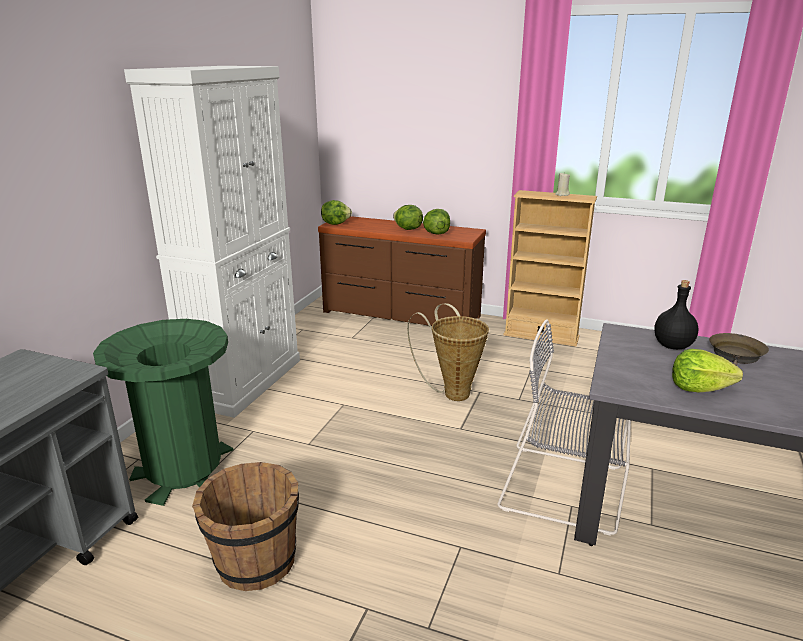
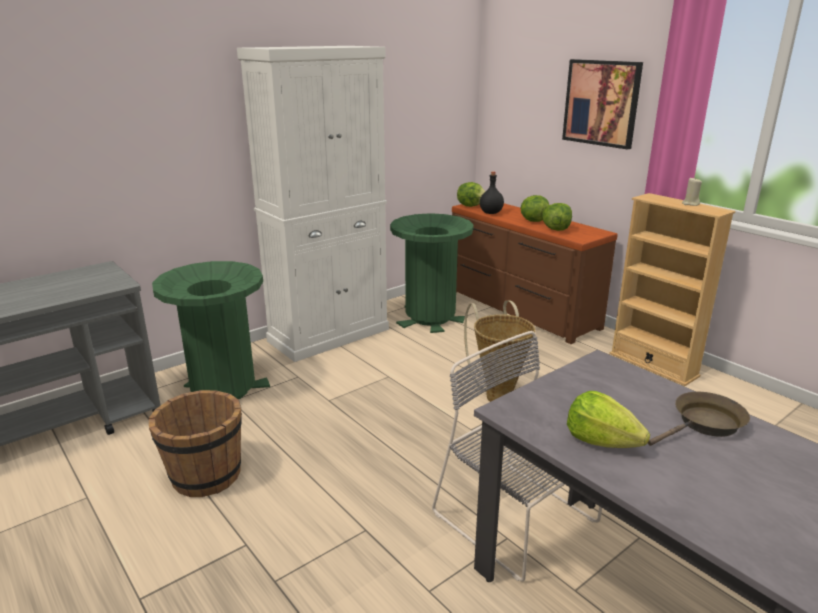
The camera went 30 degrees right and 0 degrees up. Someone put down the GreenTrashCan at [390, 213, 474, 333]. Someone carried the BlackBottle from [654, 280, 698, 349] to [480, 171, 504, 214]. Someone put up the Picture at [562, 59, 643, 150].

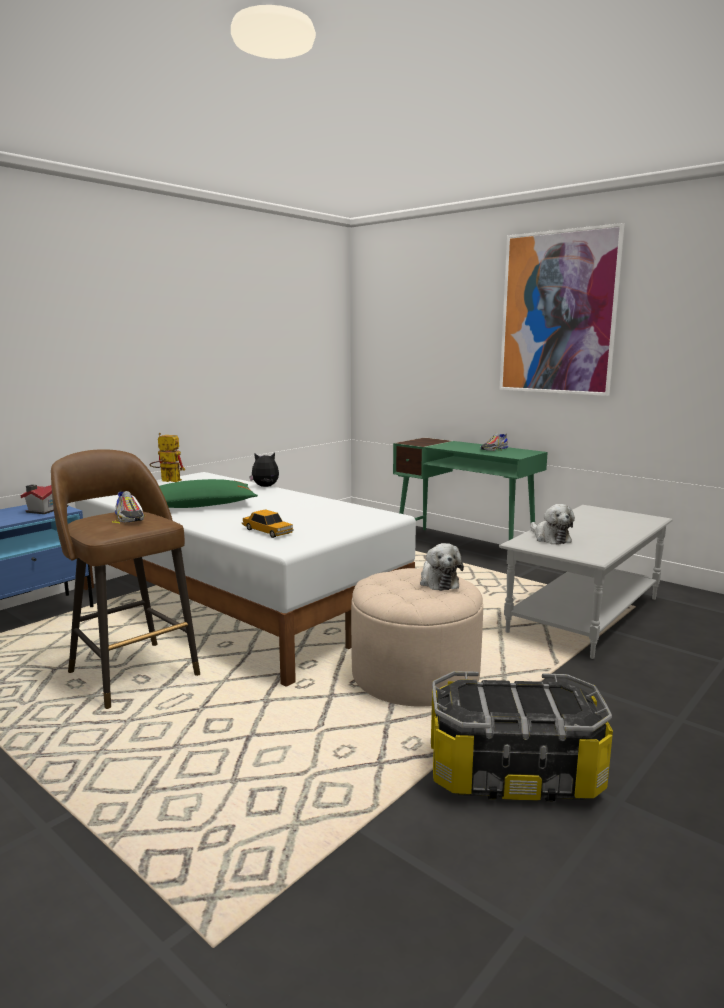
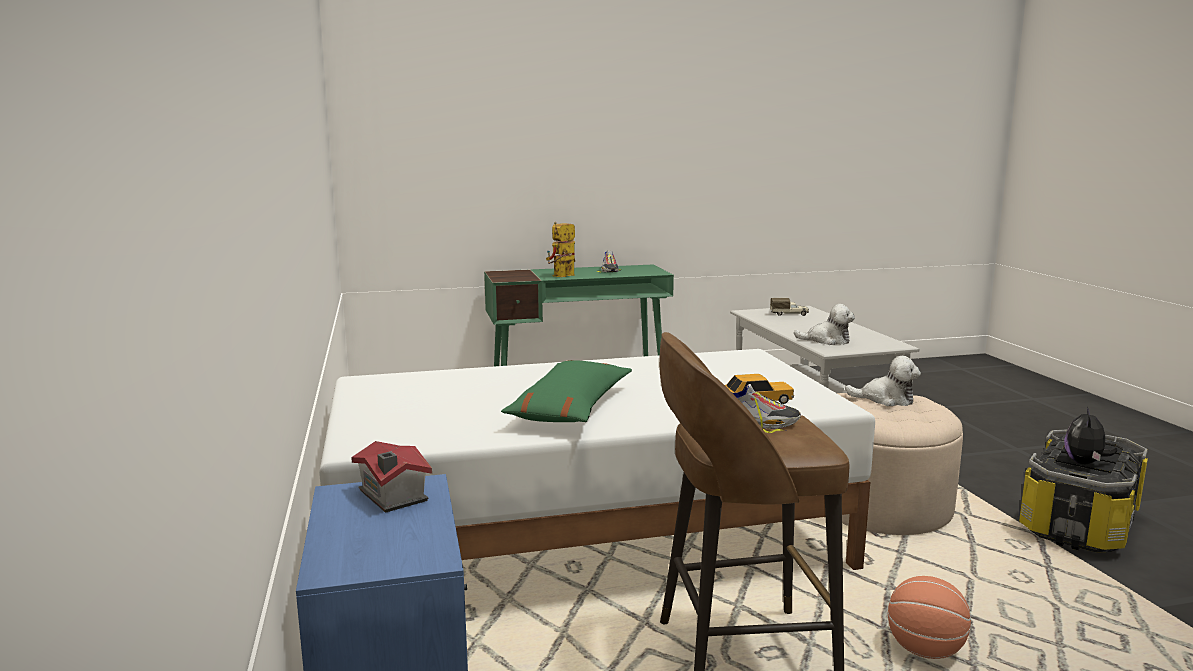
The camera went 55 degrees left and 0 degrees up. Someone carried the ToyRobot from [149, 433, 185, 482] to [546, 222, 575, 277]. Someone put down the ToyTruck at [770, 298, 809, 316]. Someone put down the Basketball at [888, 576, 971, 659]. Someone carried the PlushToy from [249, 453, 279, 487] to [1064, 407, 1117, 464]. Someone took away the Picture at [499, 223, 624, 396].

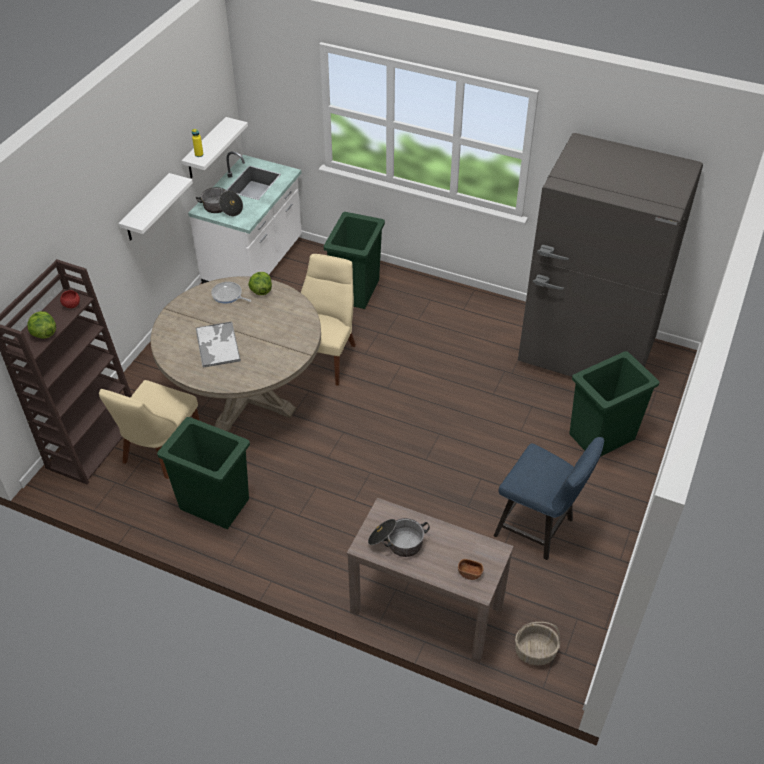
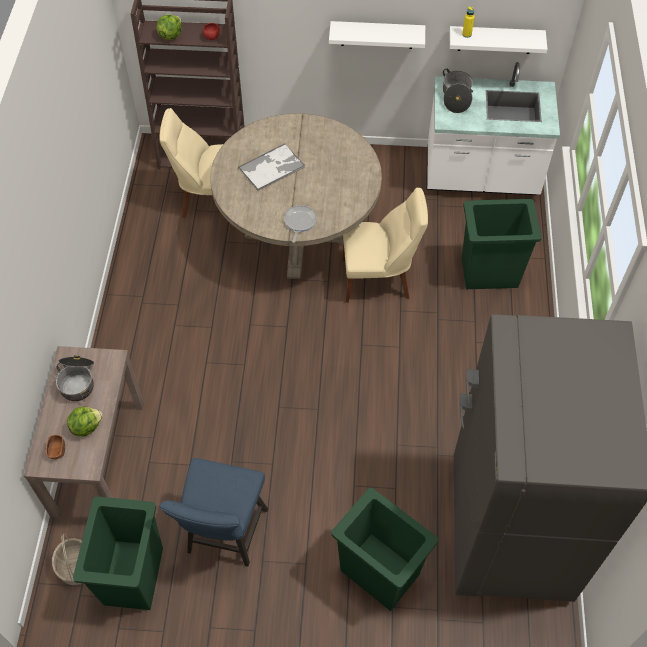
The camera went 70 degrees right and 10 degrees up. Someone carried the Lettuce from [248, 272, 272, 295] to [67, 407, 103, 437]. Someone carried the GreenTrashCan from [157, 417, 250, 529] to [73, 496, 163, 610]. Someone carried the FryingPan from [211, 282, 252, 304] to [284, 205, 317, 243].

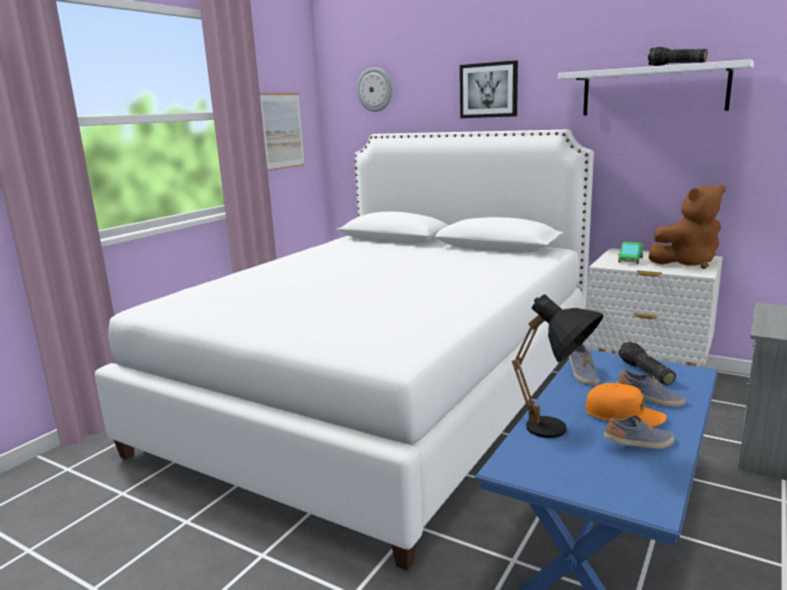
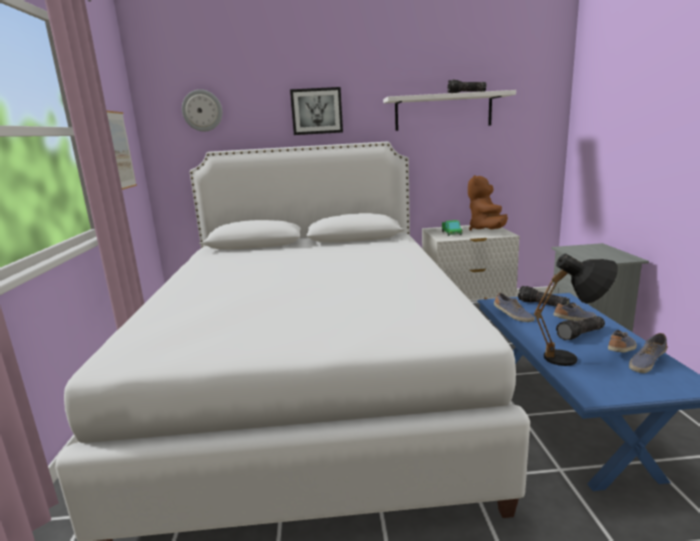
The camera went 35 degrees left and 0 degrees up. Someone rotated the BrownPlushToy at [649, 185, 725, 269] by 150 degrees clockwise. Someone swapped the OrangeCap at [586, 383, 667, 427] for the Flashlight at [556, 316, 605, 340]. Someone put down the Shoe at [629, 333, 667, 373].

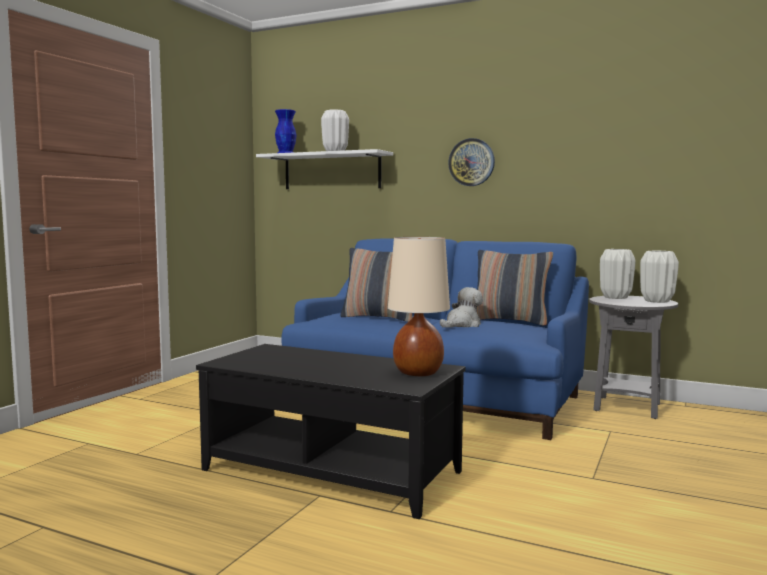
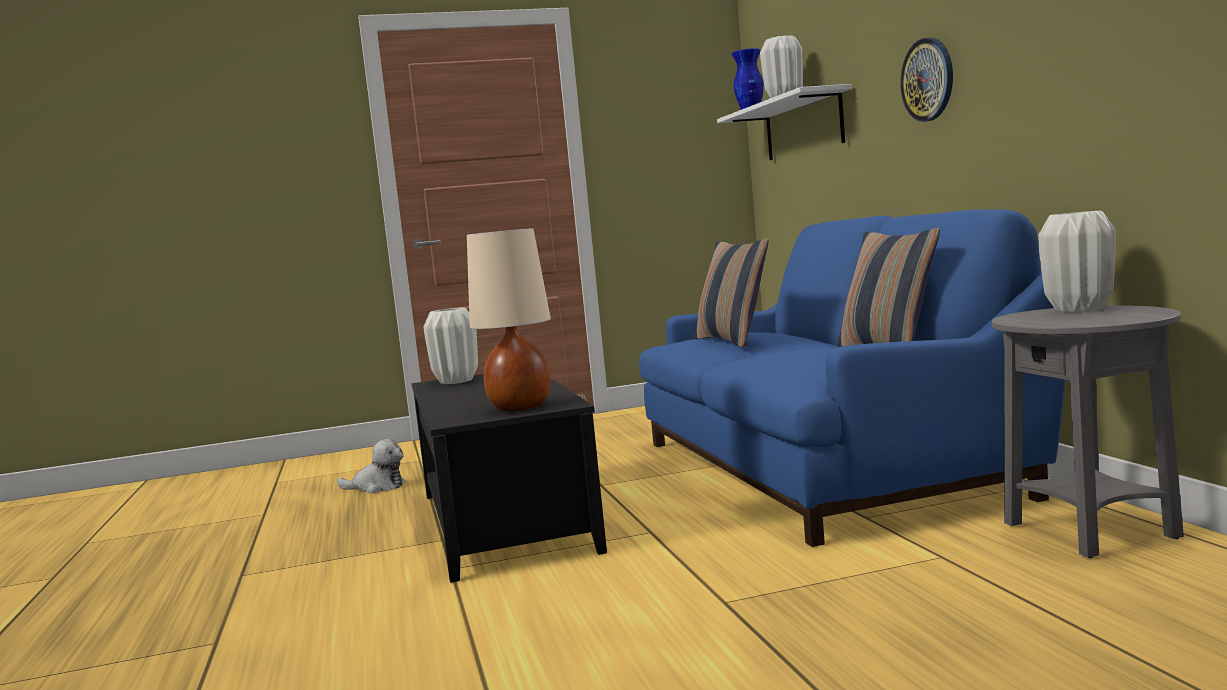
The camera went 50 degrees right and 0 degrees up. Someone carried the PlushToy from [440, 287, 483, 328] to [337, 439, 406, 493]. Someone carried the WhiteVase from [640, 251, 679, 303] to [424, 308, 478, 384].

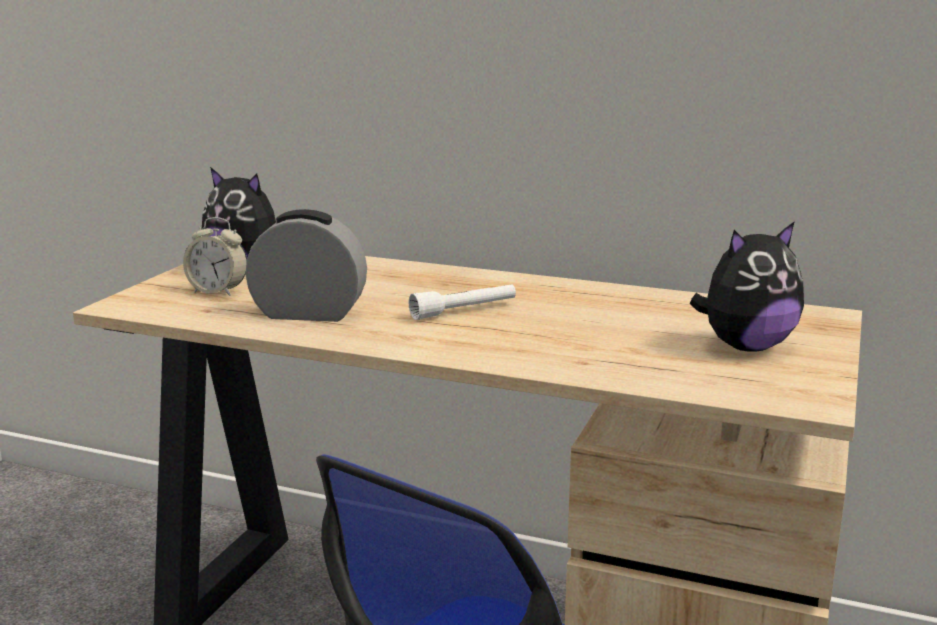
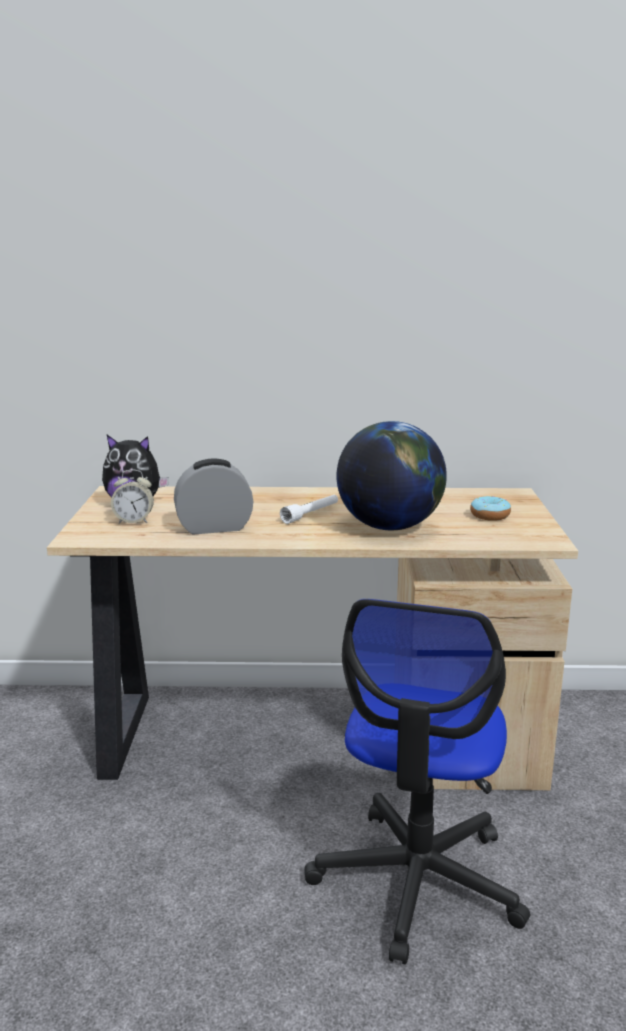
The camera went 20 degrees left and 0 degrees up. Someone put down the Globe at [336, 421, 447, 531]. Someone swapped the PlushToy at [690, 221, 804, 352] for the Donut at [470, 496, 511, 521].

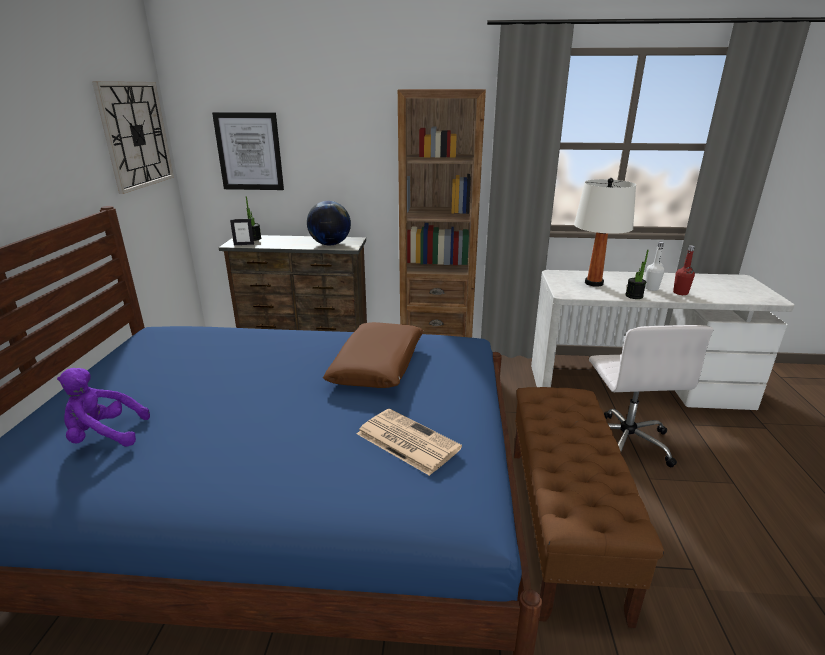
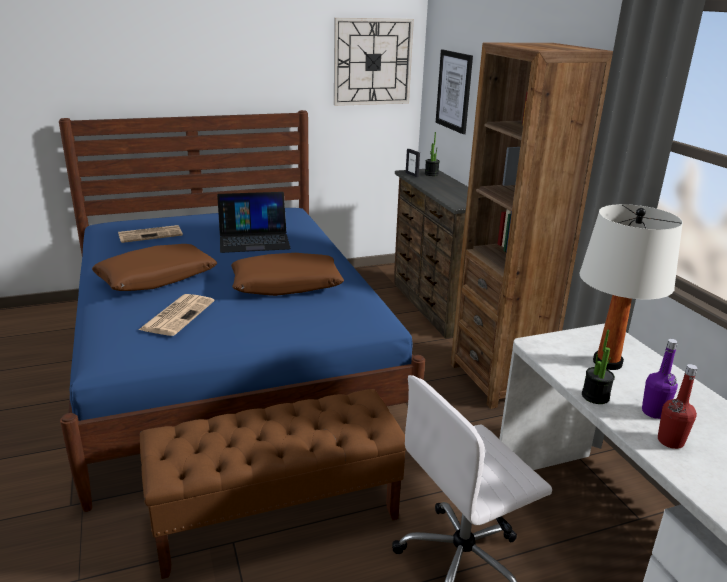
The camera went 65 degrees right and 0 degrees up. Someone put down the BrownPillow at [92, 244, 217, 291]. Someone swapped the PurplePlushToy at [57, 368, 150, 447] for the Newspaper at [118, 225, 183, 243]. Someone put down the Laptop at [217, 192, 291, 253]. Someone repainted the WhiteBottle at [645, 242, 665, 291], which became the PurpleBottle at [642, 339, 678, 419]. Someone took away the Globe at [307, 201, 351, 245].

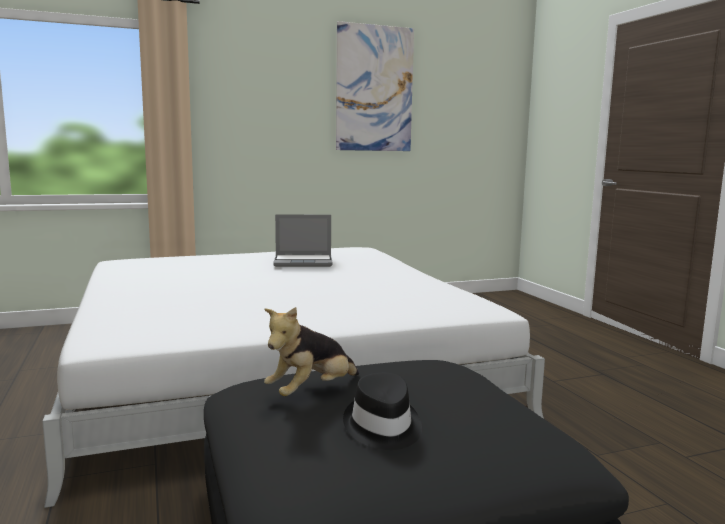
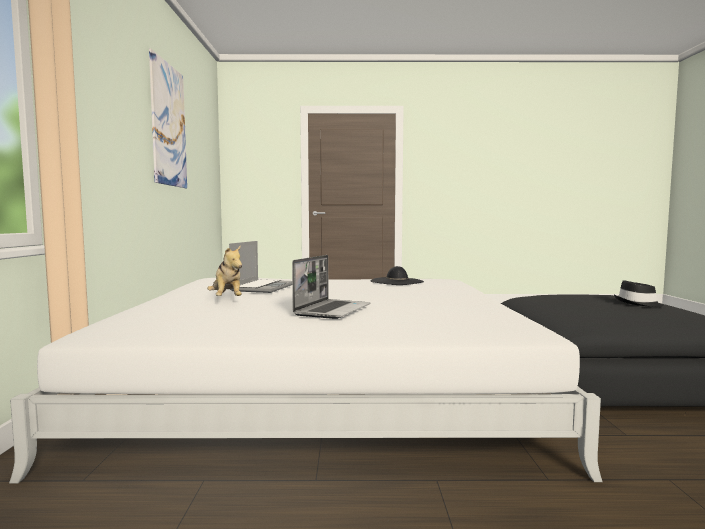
The camera went 70 degrees left and 5 degrees down. Someone carried the PlushToy from [264, 307, 359, 396] to [207, 245, 242, 296]. Someone put down the Laptop at [292, 255, 371, 319]. Someone put down the BlackHat at [371, 266, 424, 285].

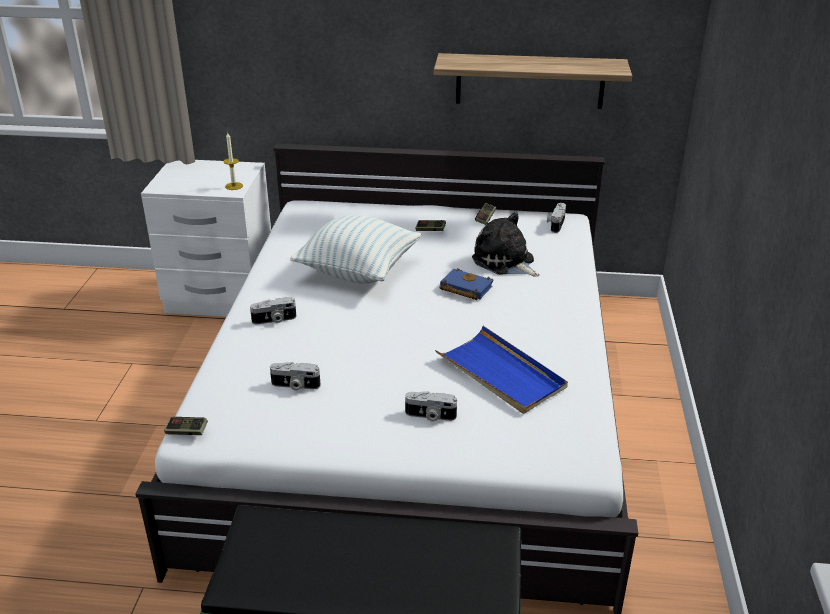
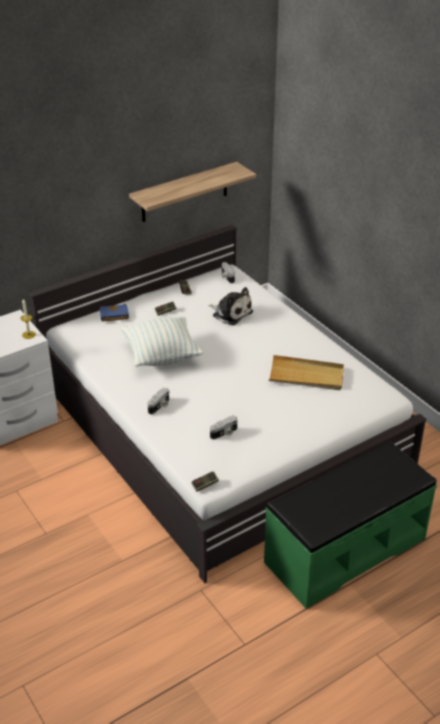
The camera went 40 degrees left and 5 degrees up. Someone carried the BlueBook from [439, 268, 493, 300] to [100, 304, 129, 322]. Someone rotated the PlushToy at [472, 212, 540, 277] by 150 degrees counterclockwise. Someone repainted the BlueTray at [435, 326, 568, 414], which became the BeigeTray at [269, 355, 344, 390]. Someone took away the PhotoCamera at [405, 391, 457, 422].

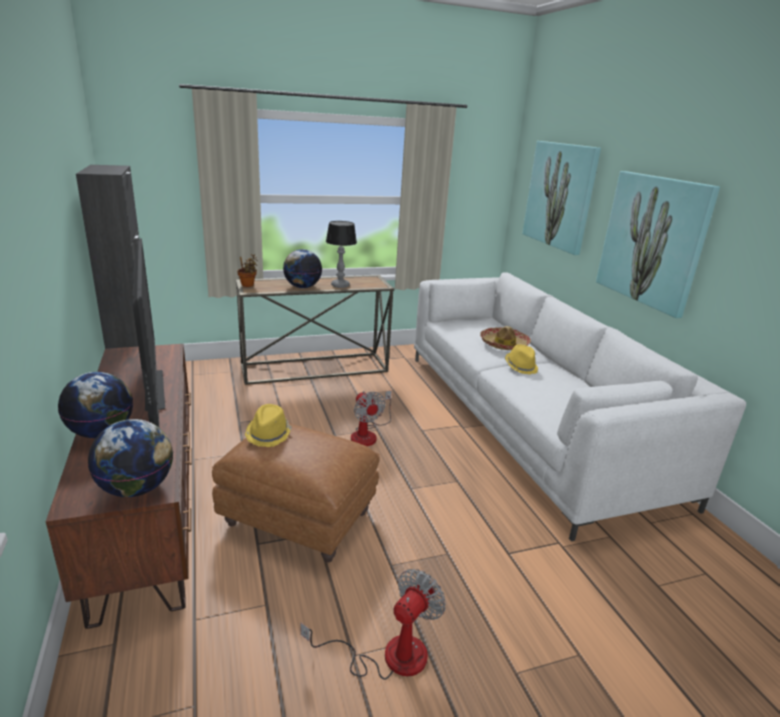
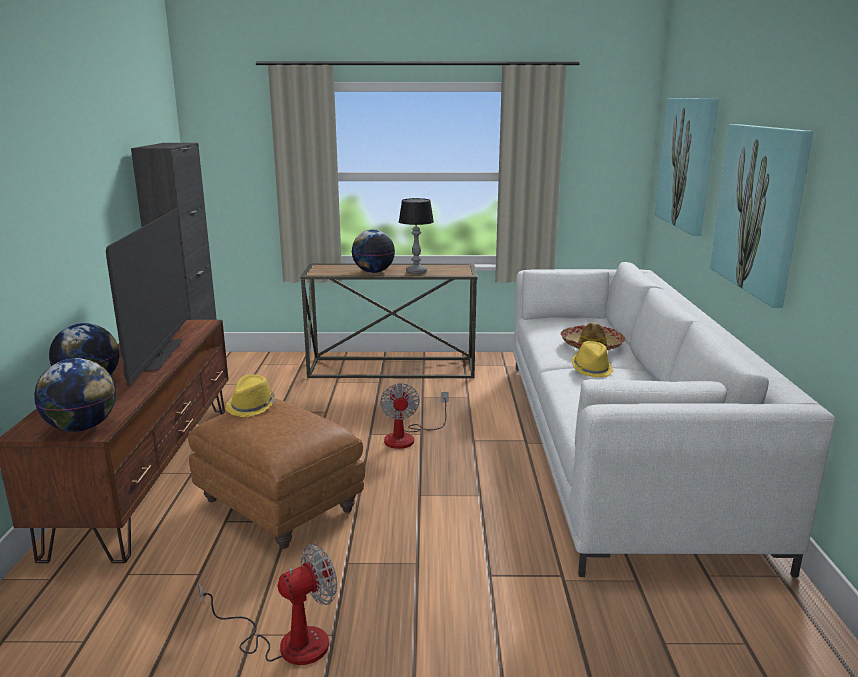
The camera went 20 degrees right and 5 degrees down. Someone took away the PottedPlant at [237, 254, 258, 287].

